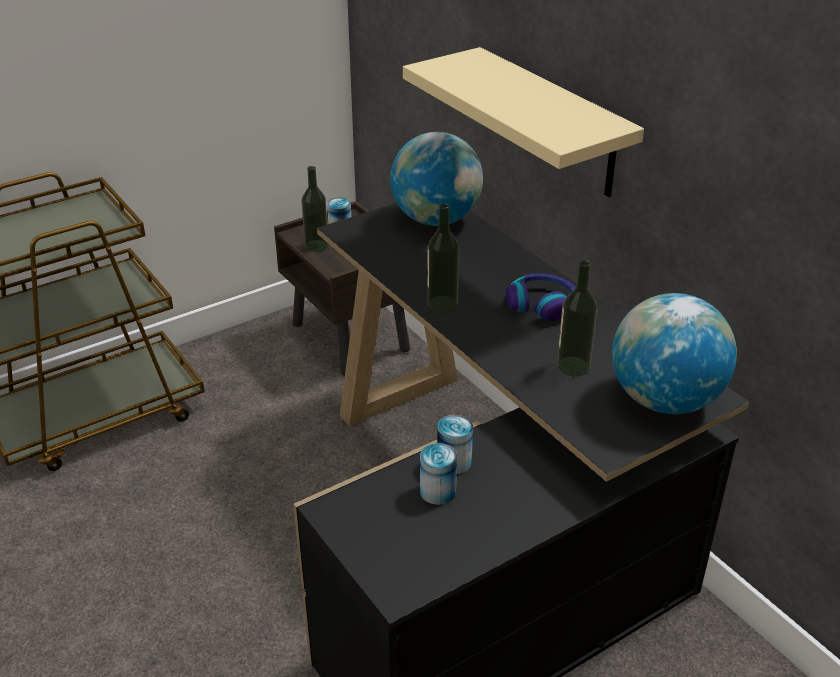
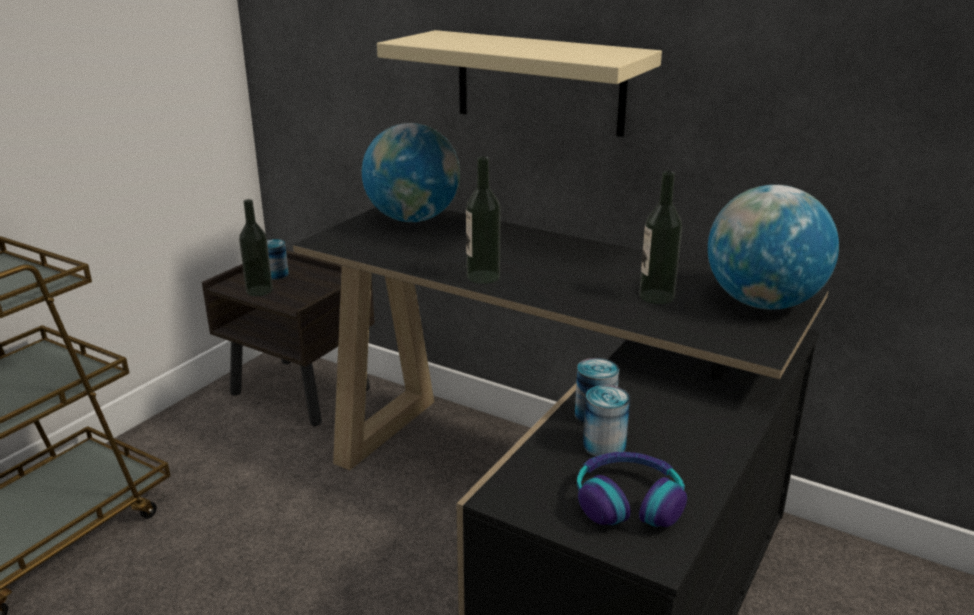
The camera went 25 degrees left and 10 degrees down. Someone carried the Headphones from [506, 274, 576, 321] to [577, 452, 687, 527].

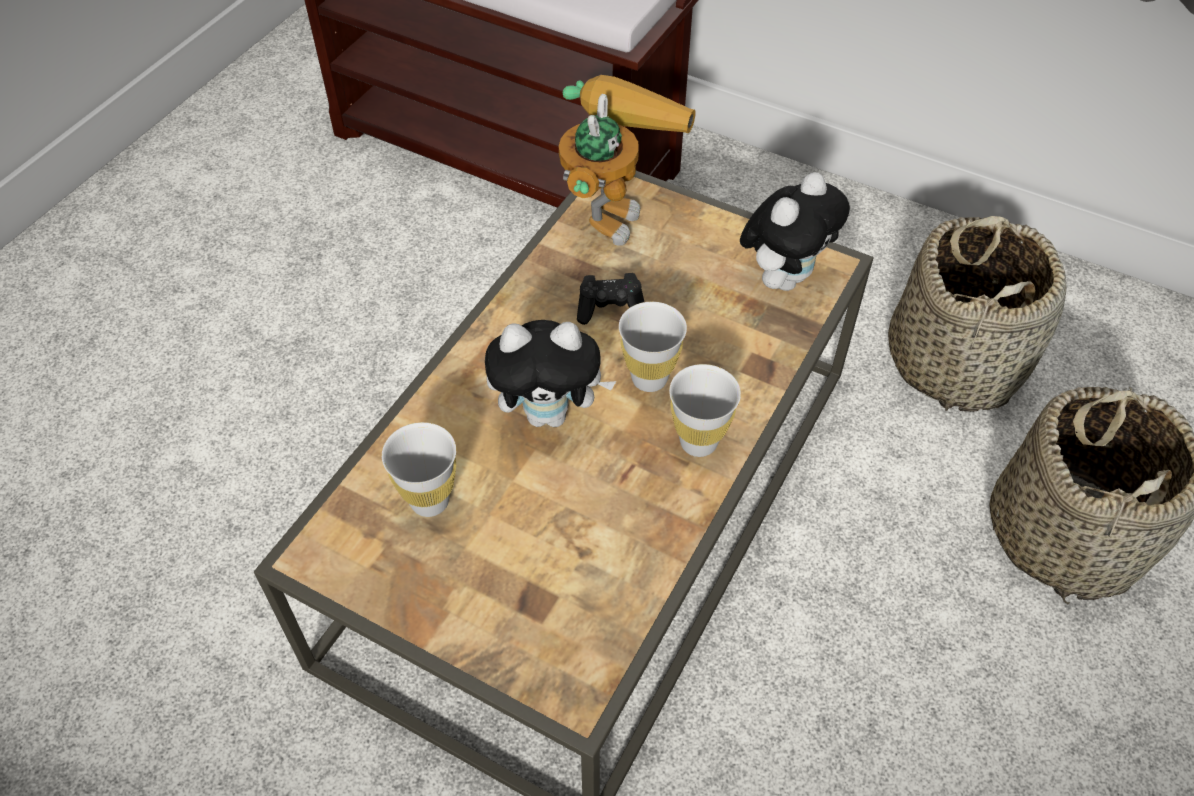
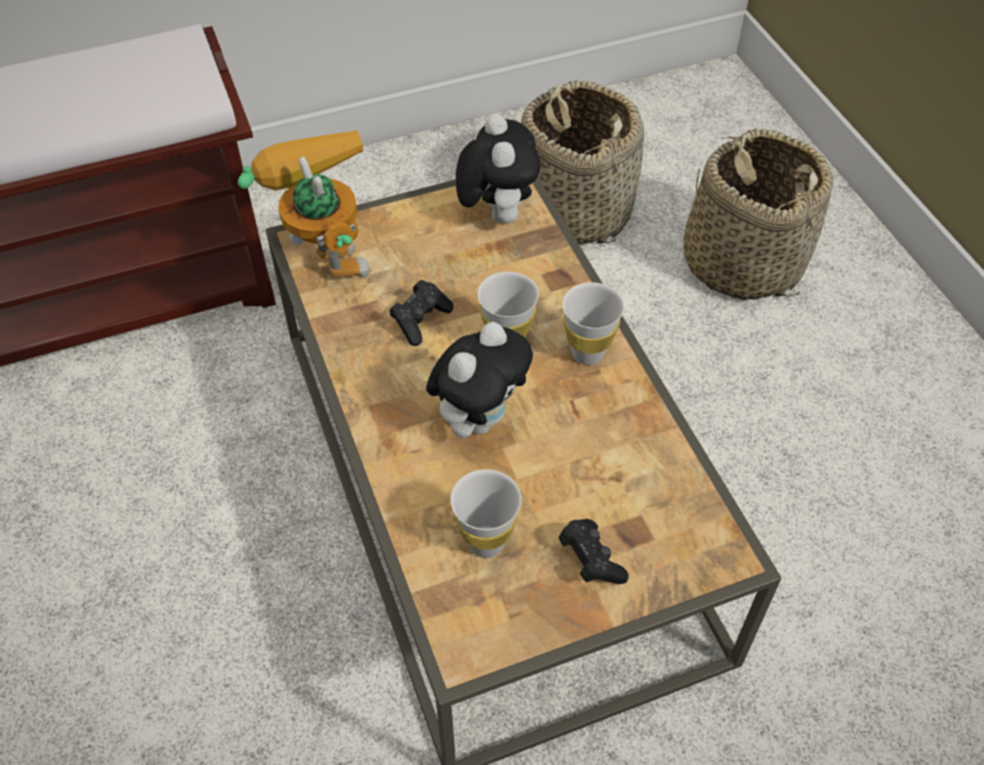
The camera went 50 degrees left and 0 degrees up. Someone put down the BlackGameController at [558, 519, 629, 584].

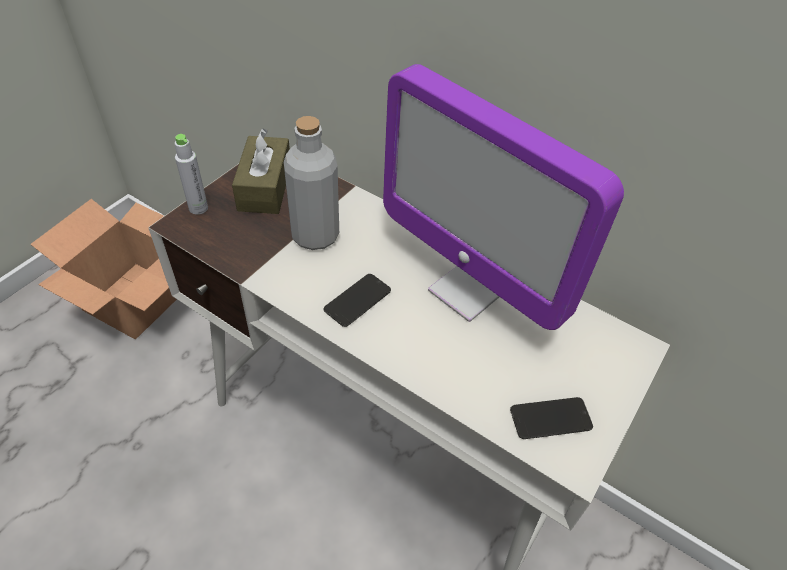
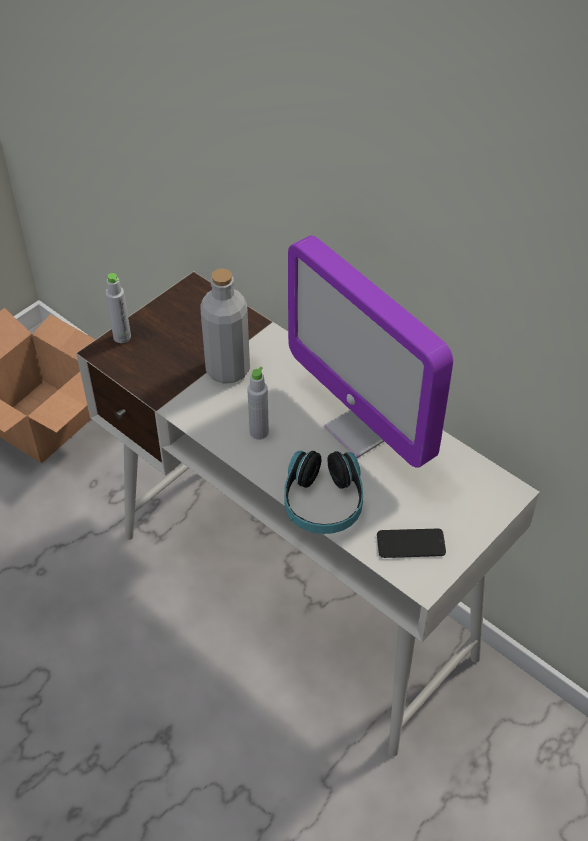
The camera went 10 degrees right and 0 degrees up. Someone swapped the Phone at [324, 274, 391, 327] for the GreyBottle at [247, 366, 269, 440]. Someone put down the Headphones at [284, 451, 363, 534]. Someone took away the BrownTissueBox at [232, 128, 290, 214].

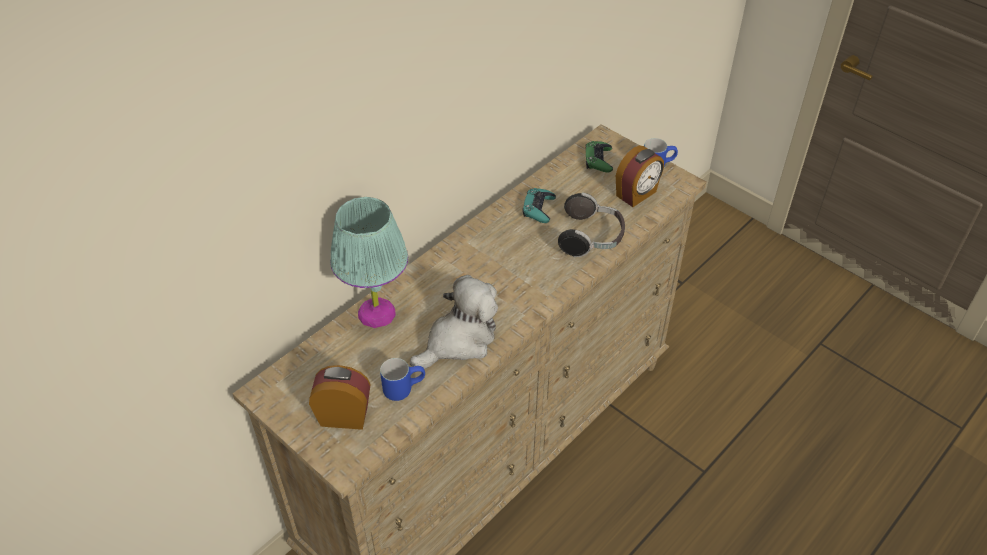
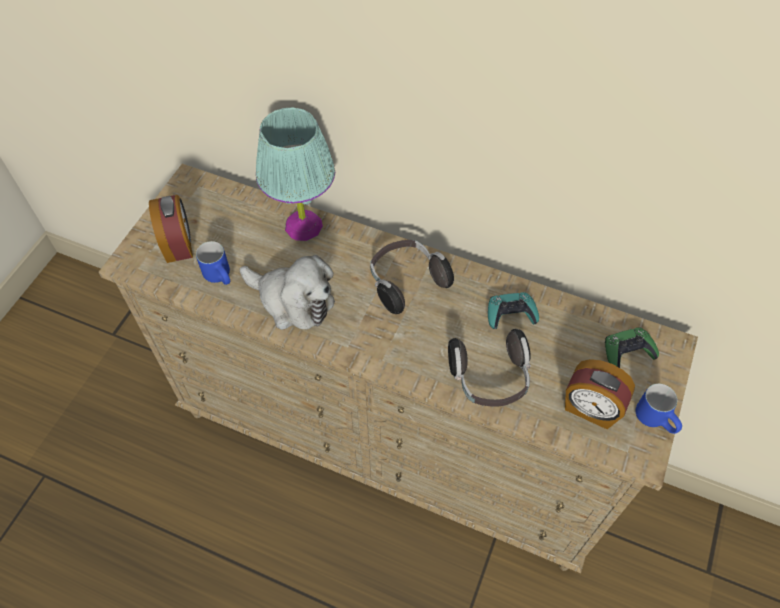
The camera went 70 degrees right and 10 degrees up. Someone put down the Headphones at [370, 240, 454, 314].

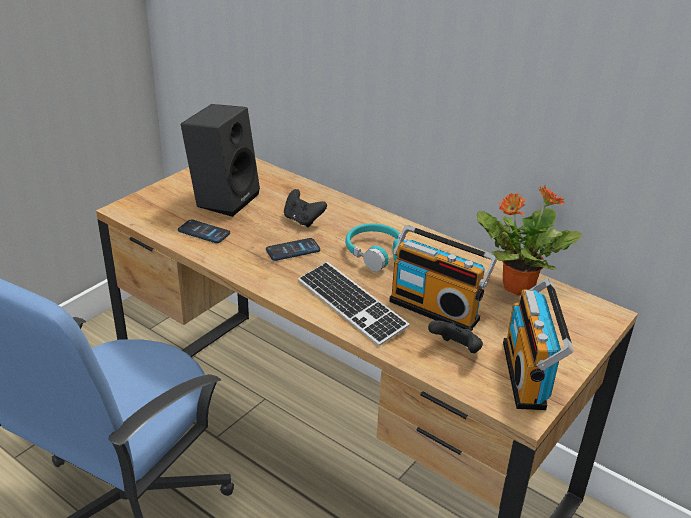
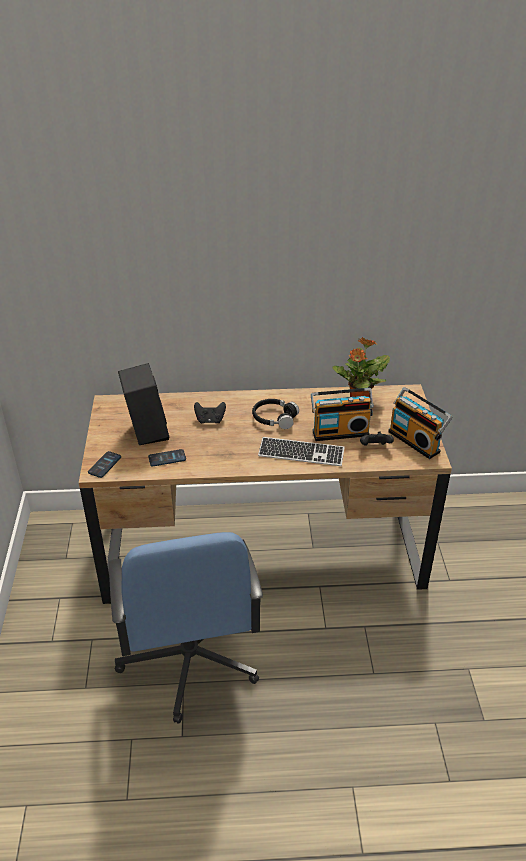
The camera went 40 degrees left and 5 degrees up. Someone carried the Phone from [266, 238, 320, 261] to [88, 451, 121, 478]. Someone repainted the TurquoiseHeadphones at [345, 223, 407, 271], which became the BlackHeadphones at [252, 399, 299, 429].

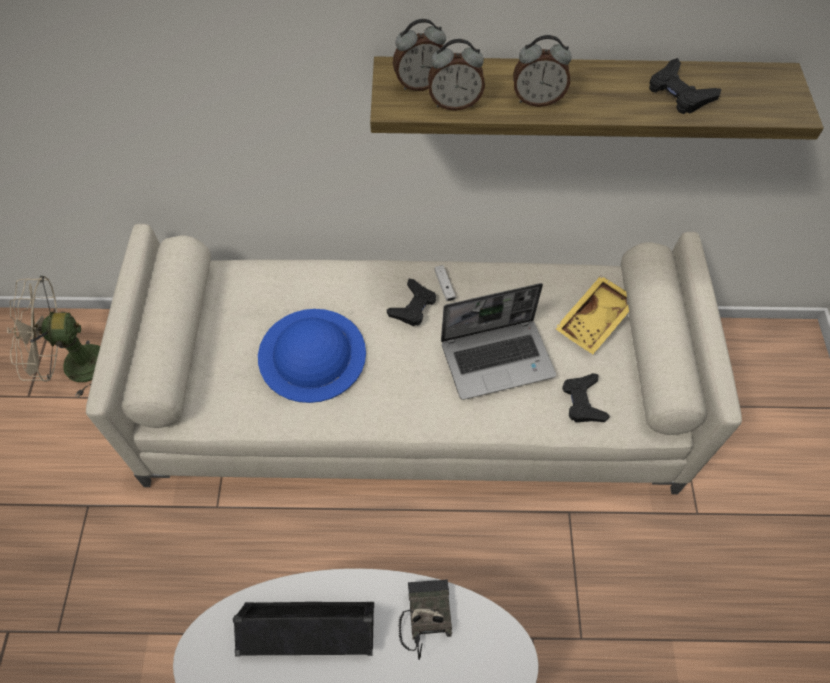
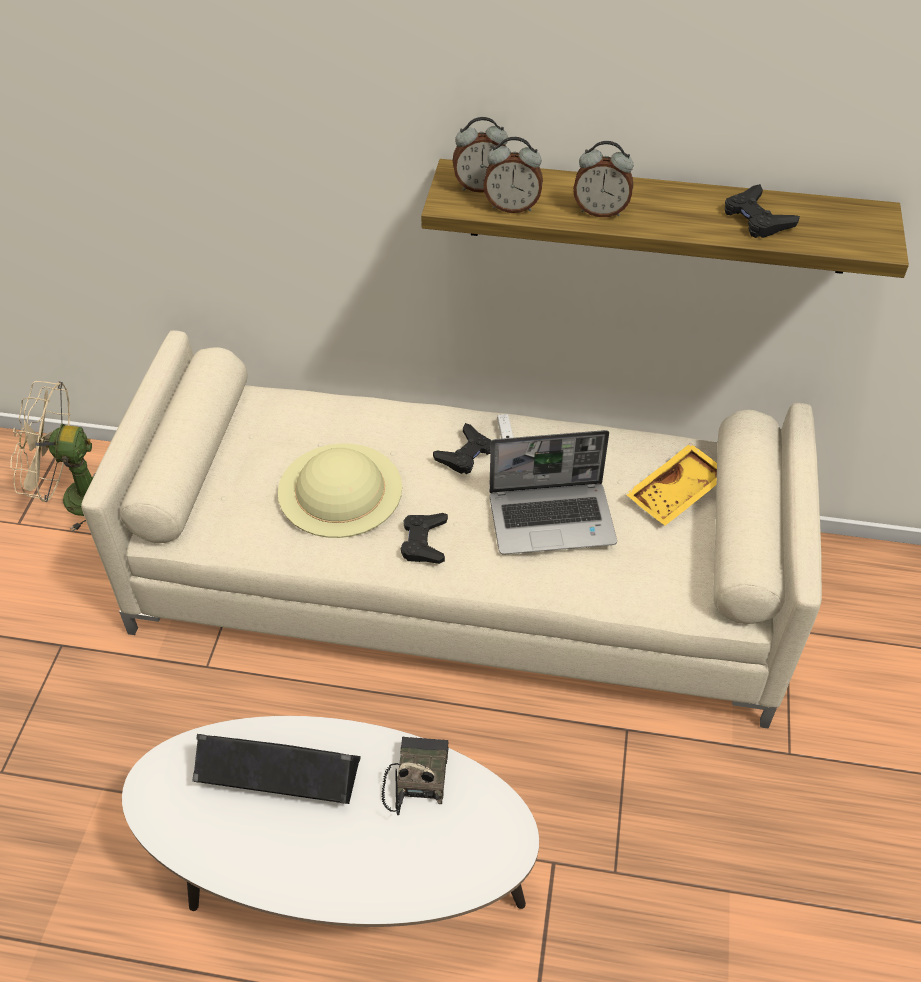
The camera went 10 degrees right and 10 degrees down. Someone repainted the BlueHat at [258, 309, 366, 403], which became the BeigeHat at [278, 443, 402, 538]. Someone carried the BlackGameController from [562, 373, 610, 422] to [401, 513, 448, 564].

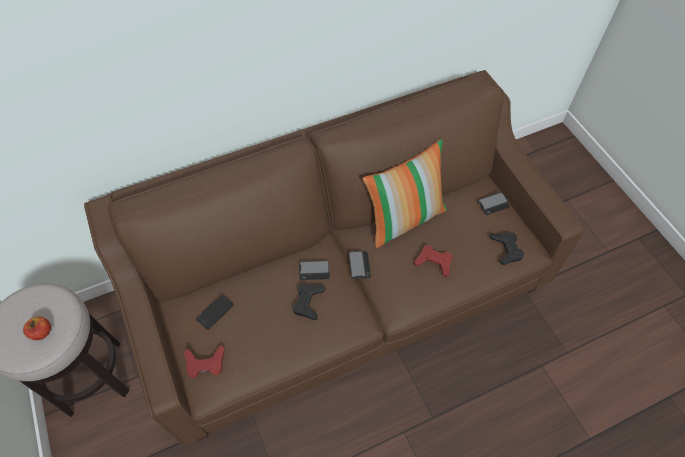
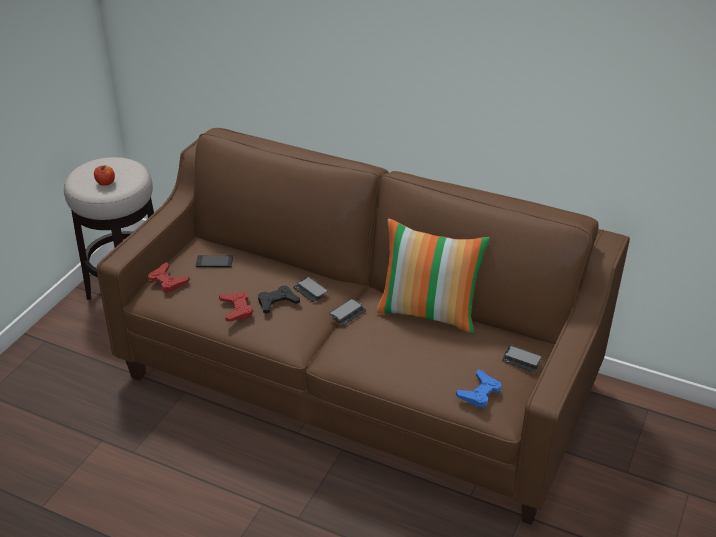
The camera went 50 degrees right and 20 degrees down. Someone carried the RedGameController from [414, 245, 452, 277] to [219, 292, 253, 322]. Someone repainted the BlackGameController at [490, 232, 524, 265], which became the BlueGameController at [456, 369, 501, 408].

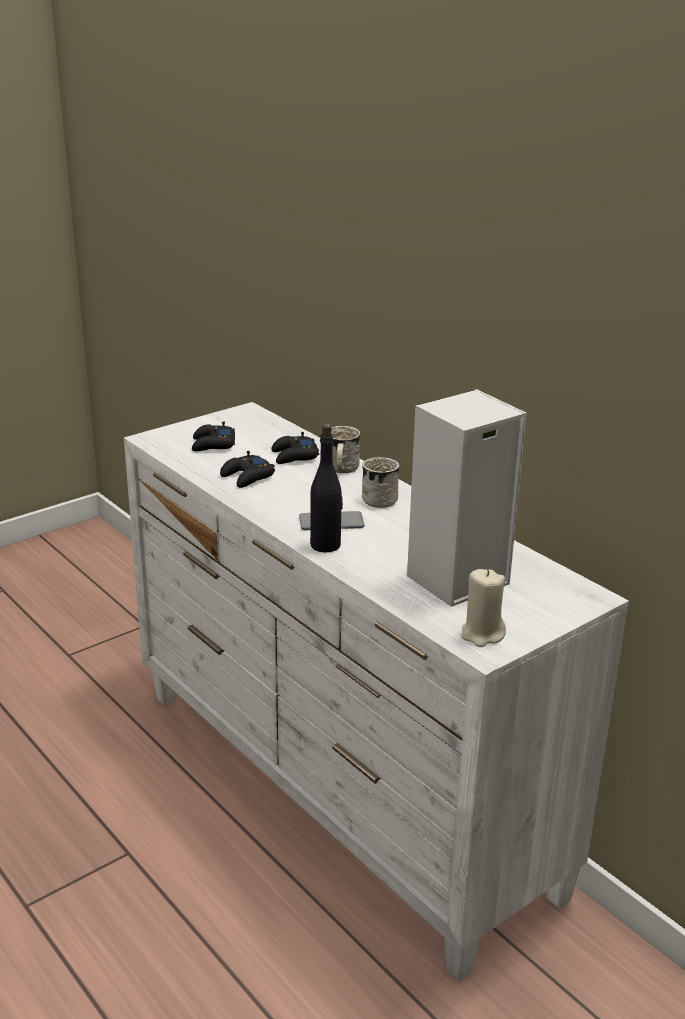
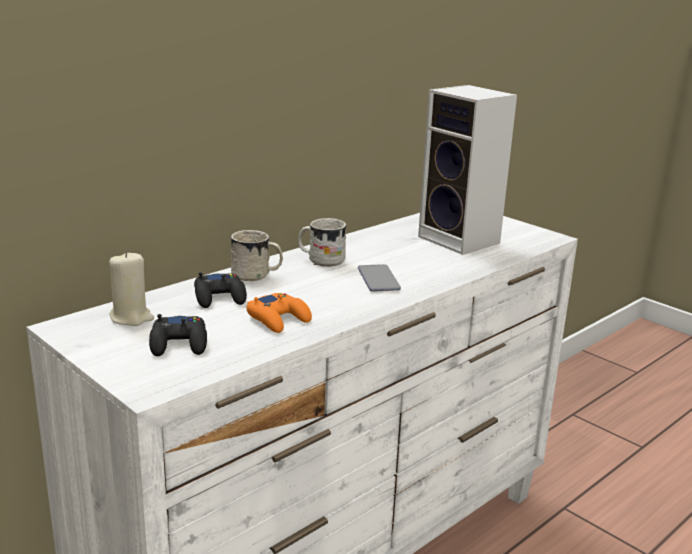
The camera went 95 degrees left and 5 degrees down. Someone carried the BeigeCandle from [461, 569, 506, 647] to [109, 251, 154, 326]. Someone repainted the BlackGameController at [220, 451, 275, 488], which became the OrangeGameController at [246, 293, 312, 333]. Someone took away the BlackBottle at [310, 423, 343, 553].

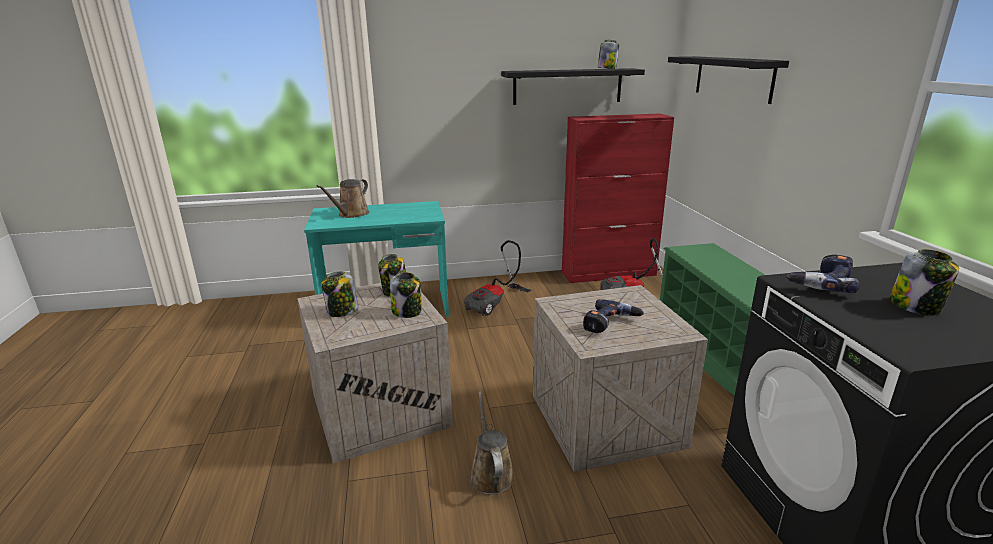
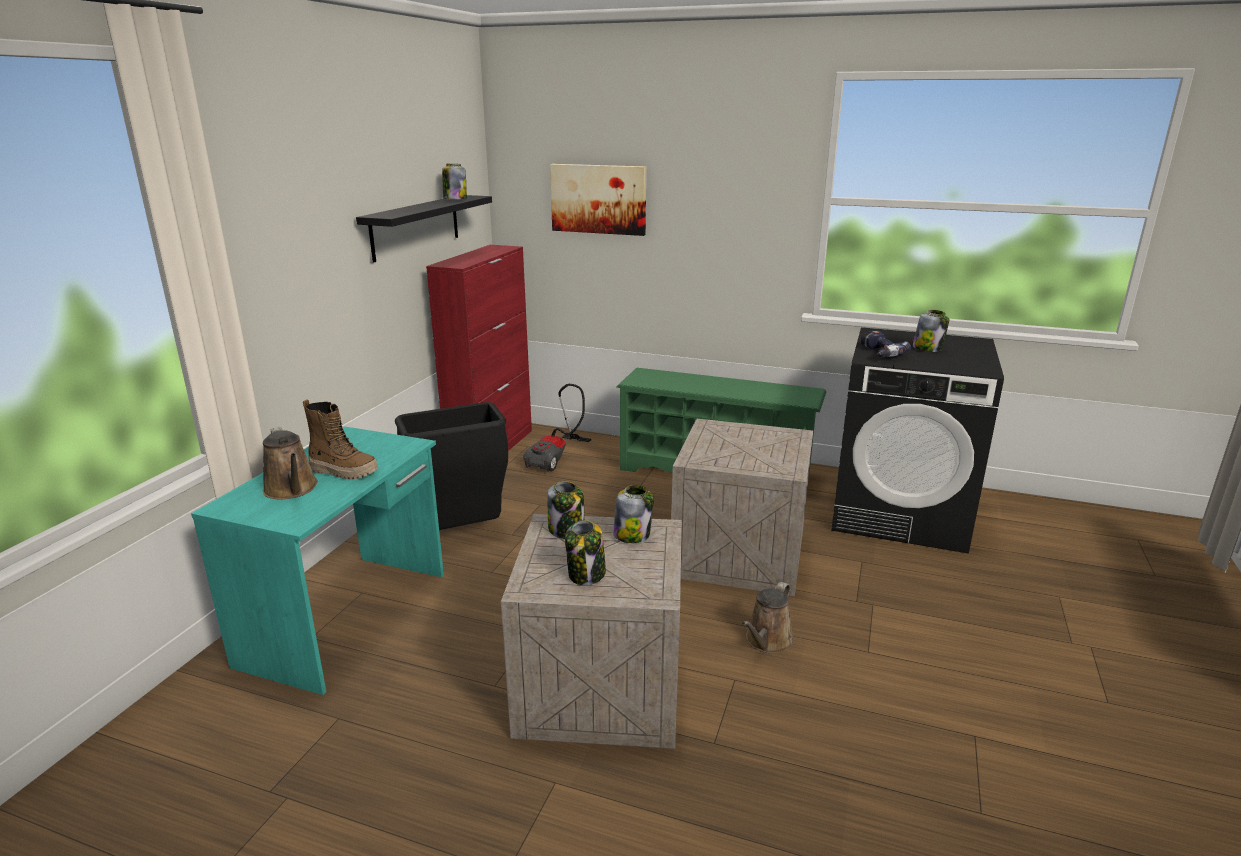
The camera went 60 degrees left and 0 degrees up. Someone put down the Boot at [303, 400, 378, 479]. Someone swapped the VacuumCleaner at [464, 240, 531, 316] for the BlackTrashCan at [395, 402, 508, 530]. Someone swapped the BlackShelf at [668, 56, 789, 104] for the Picture at [550, 164, 646, 236]. Someone rotated the BrownWateringCan at [469, 391, 515, 495] by 75 degrees counterclockwise. Someone took away the PowerDrill at [583, 299, 644, 333].

